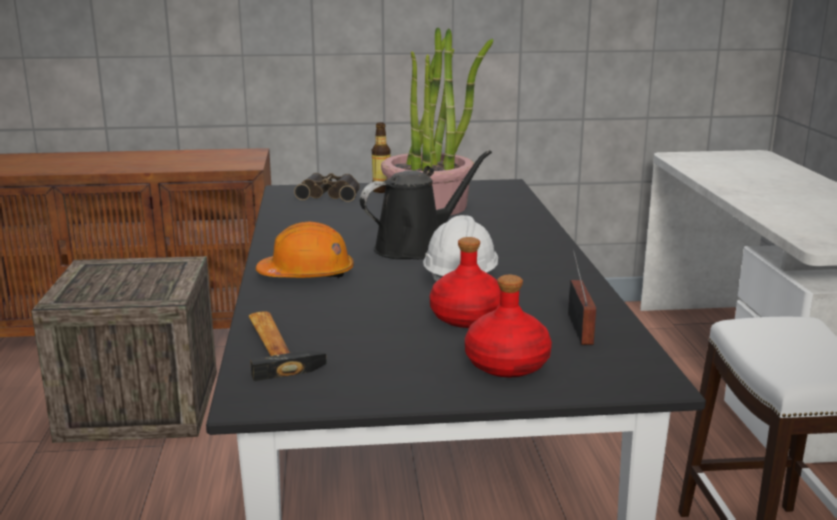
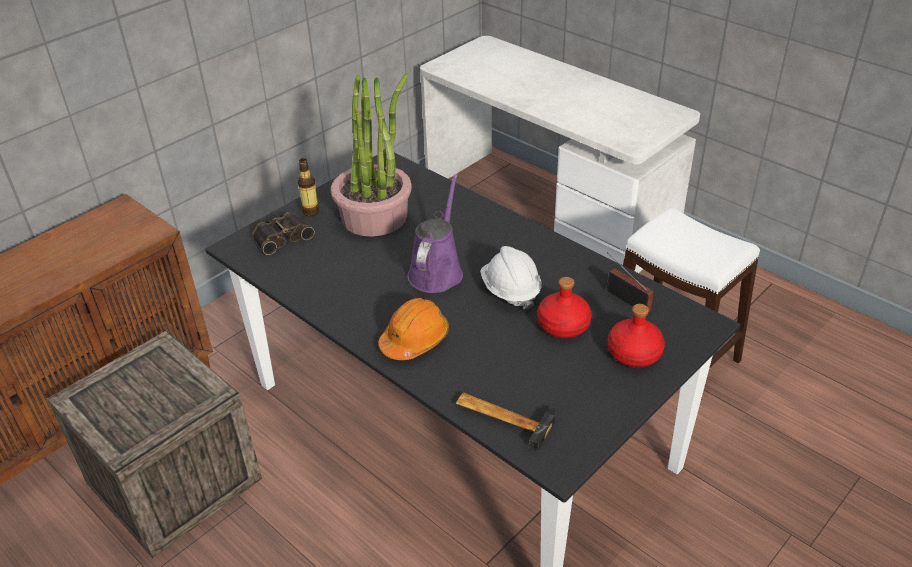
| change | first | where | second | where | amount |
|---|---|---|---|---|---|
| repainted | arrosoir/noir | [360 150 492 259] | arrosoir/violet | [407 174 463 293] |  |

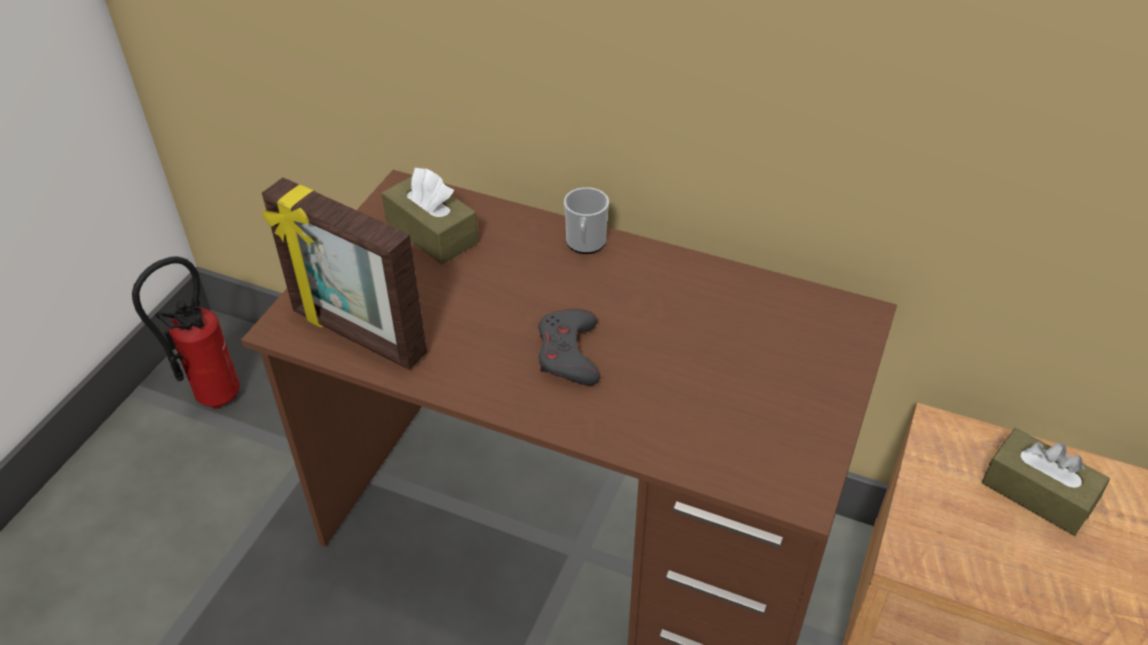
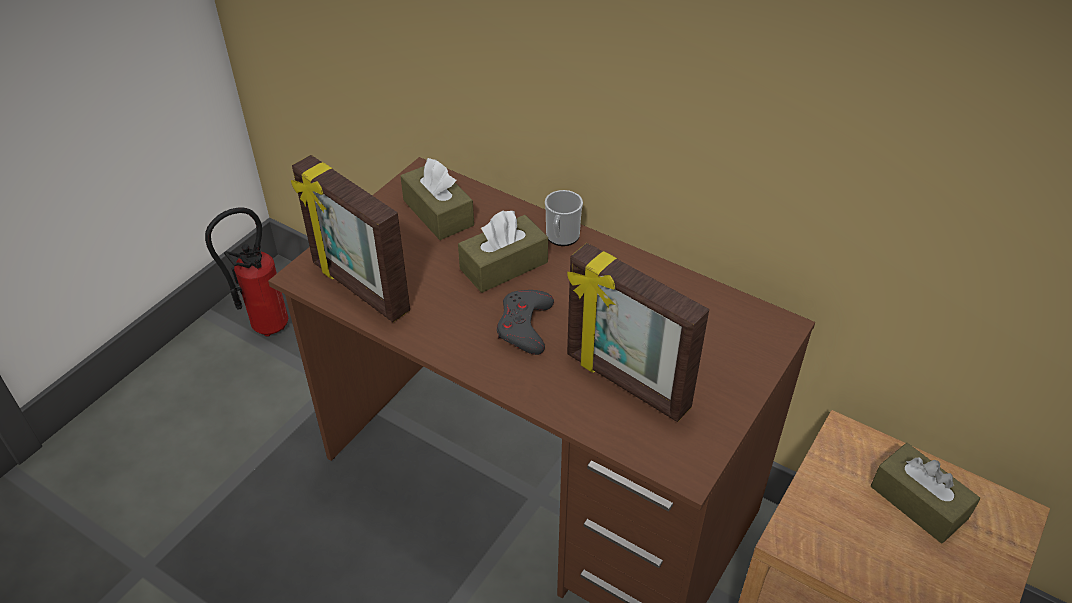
| change | first | where | second | where | amount |
|---|---|---|---|---|---|
| new |  |  | boîte à mouchoirs/marron | [458 210 548 293] |  |
| new |  |  | cadre photo | [567 243 709 422] |  |

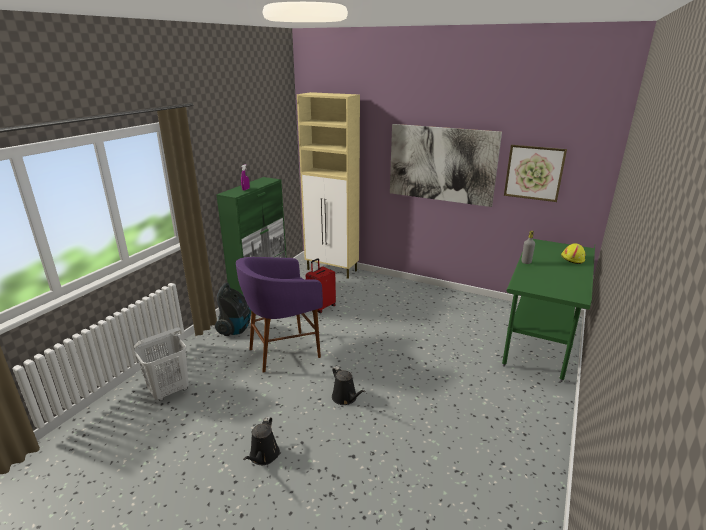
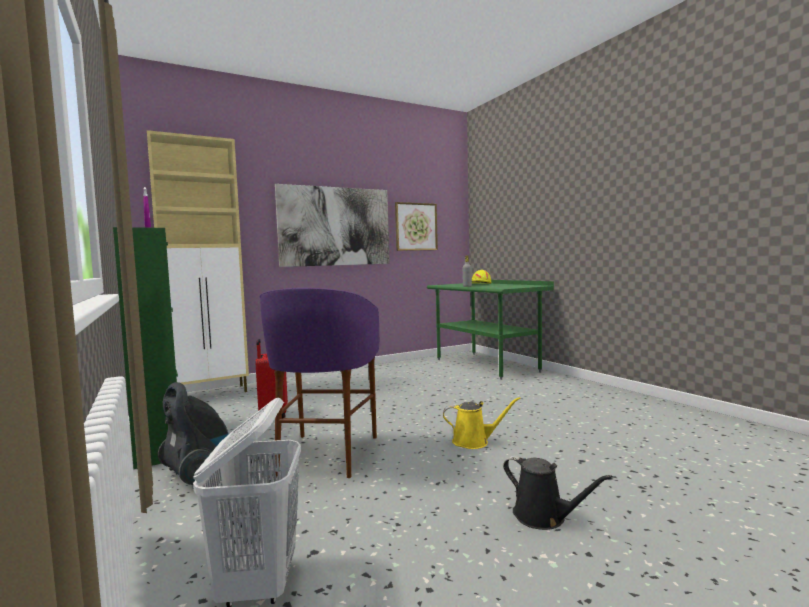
| change | first | where | second | where | amount |
|---|---|---|---|---|---|
| repainted | arrosoir/noir | [332 366 365 405] | arrosoir/jaune | [443 397 521 449] |  |

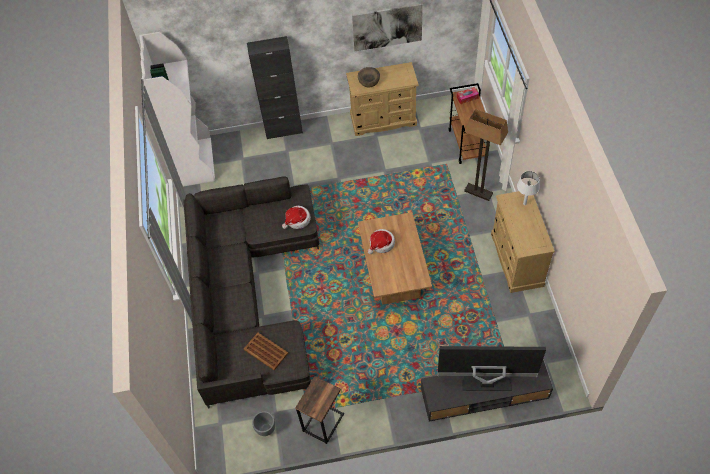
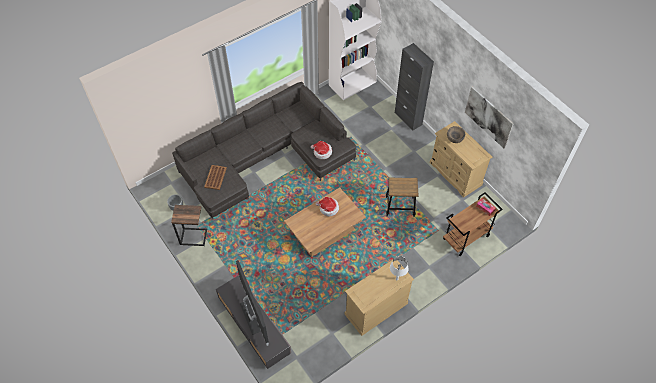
| change | first | where | second | where | amount |
|---|---|---|---|---|---|
| new |  |  | tabouret | [386 177 419 217] |  |
| gone | lampadaire | [464 109 508 201] |  |  |  |

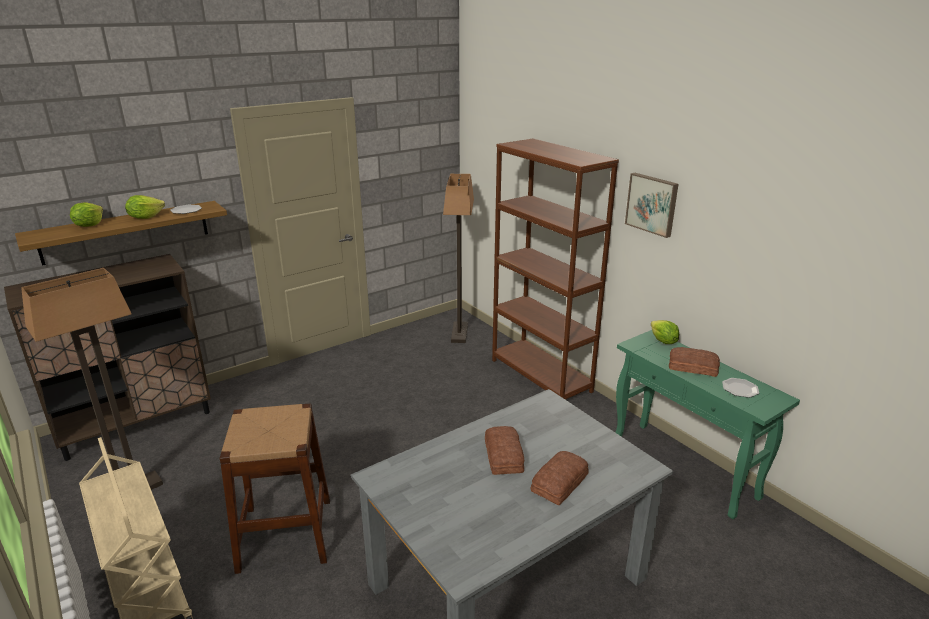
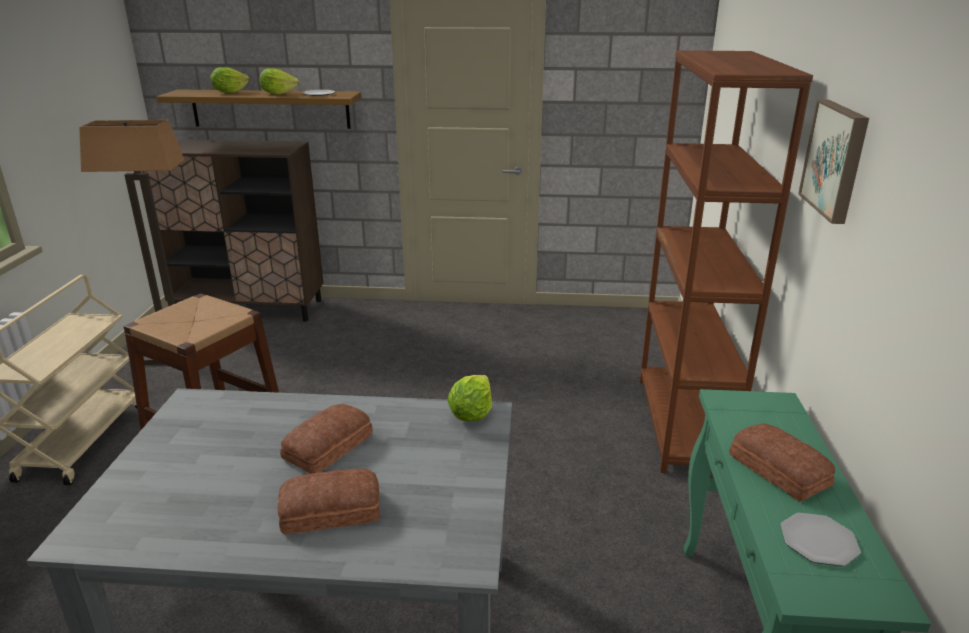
| change | first | where | second | where | amount |
|---|---|---|---|---|---|
| shifted | laitue | [651 320 679 344] |  | [447 375 492 421] |  |
| gone | lampadaire | [443 174 474 343] |  |  |  |

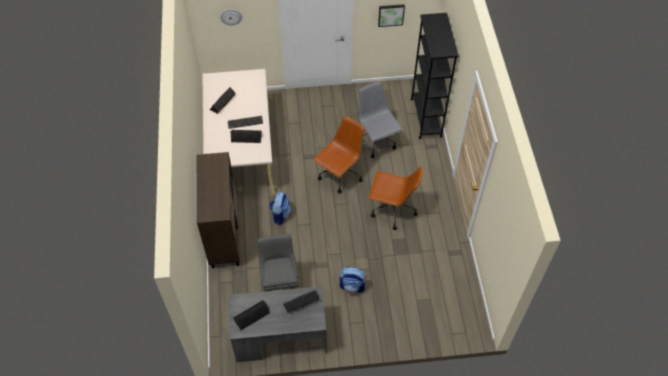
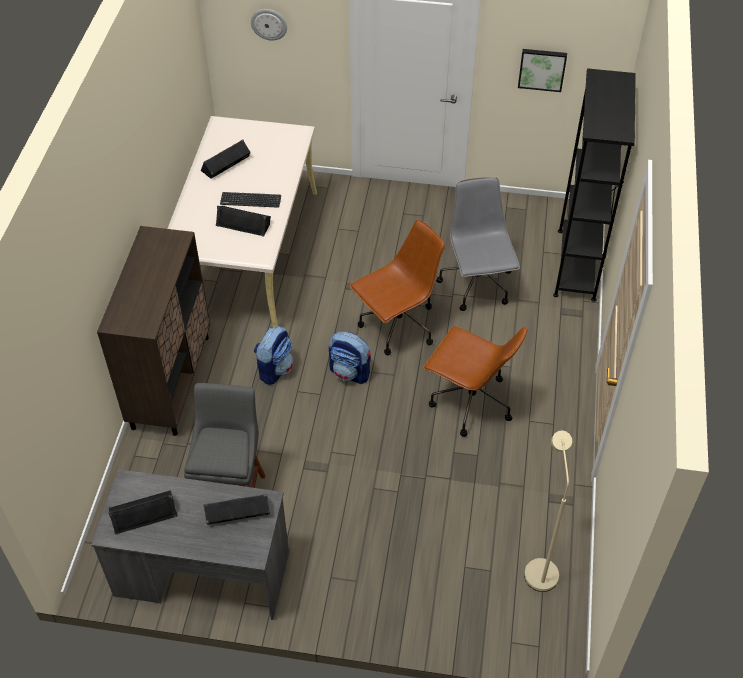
| change | first | where | second | where | amount |
|---|---|---|---|---|---|
| shifted | sac à dos | [340 267 367 294] |  | [329 331 371 384] |  |
| new |  |  | lampadaire/beige | [524 431 572 592] |  |

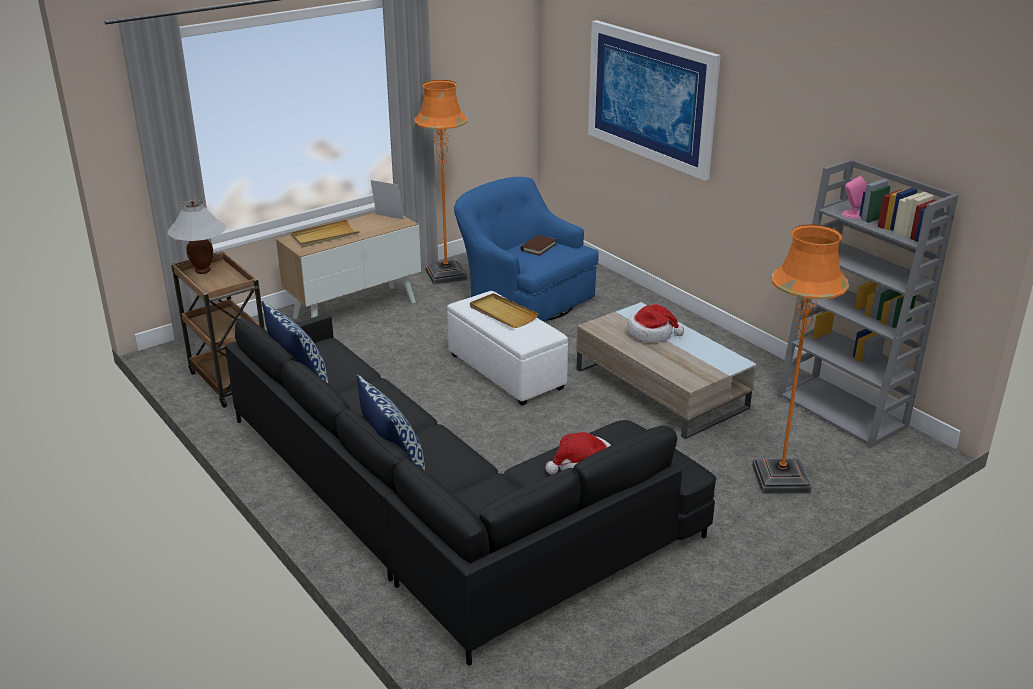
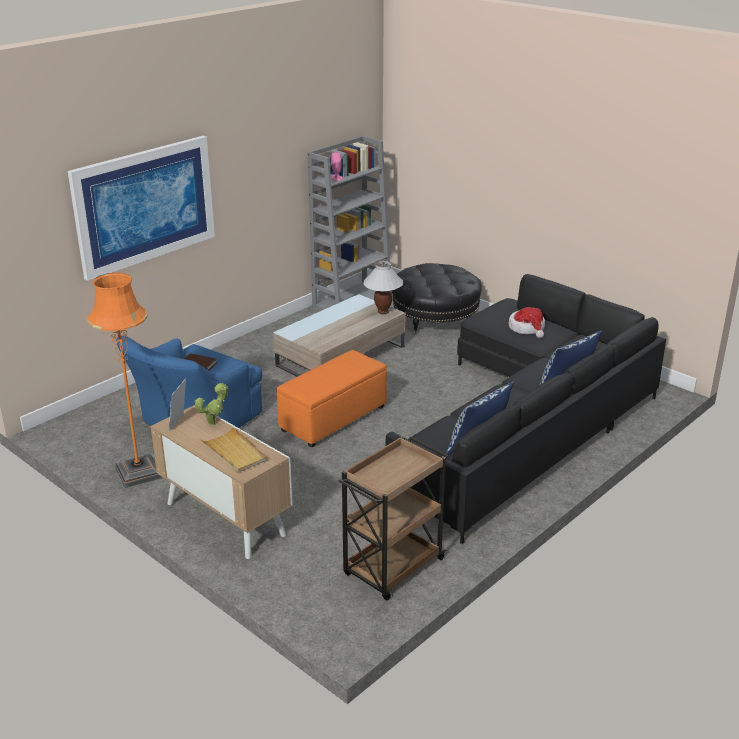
| change | first | where | second | where | amount |
|---|---|---|---|---|---|
| new |  |  | plante en pot | [195 383 228 426] |  |
| repainted | pouf/blanc | [447 291 568 406] | pouf/orange | [277 350 387 448] |  |
| shifted | lampe de table/blanc | [167 200 226 274] |  | [364 261 403 314] |  |
| swapped | lampadaire/orange | [752 224 849 494] | pouf/noir | [392 263 482 334] |  |
| gone | plateau/beige | [470 293 539 328] |  |  |  |
| gone | chapeau | [627 304 684 343] |  |  |  |

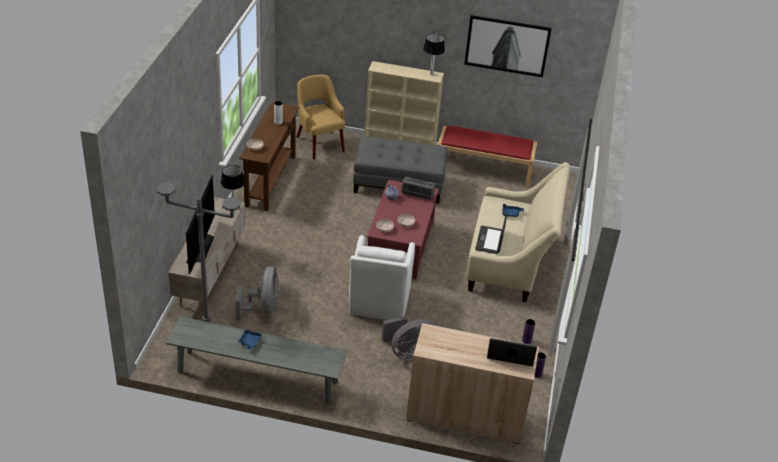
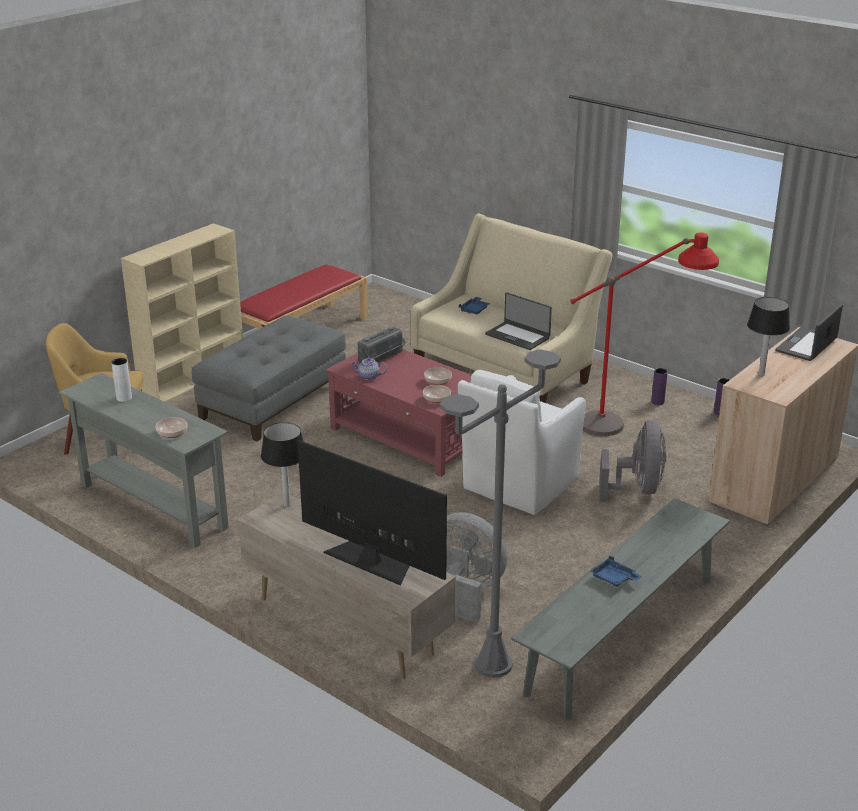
| change | first | where | second | where | amount |
|---|---|---|---|---|---|
| repainted | table console/marron | [239 102 299 211] | table console/gris | [59 373 229 548] |  |
| rotated | fauteuil/blanc | [349 235 415 320] |  | [458 370 586 515] | 90 degrees clockwise |
| new |  |  | lampadaire/rouge | [570 232 719 436] |  |
| shifted | lampe de table | [423 34 445 75] |  | [747 297 790 376] |  |
| gone | tableau | [464 15 552 77] |  |  |  |

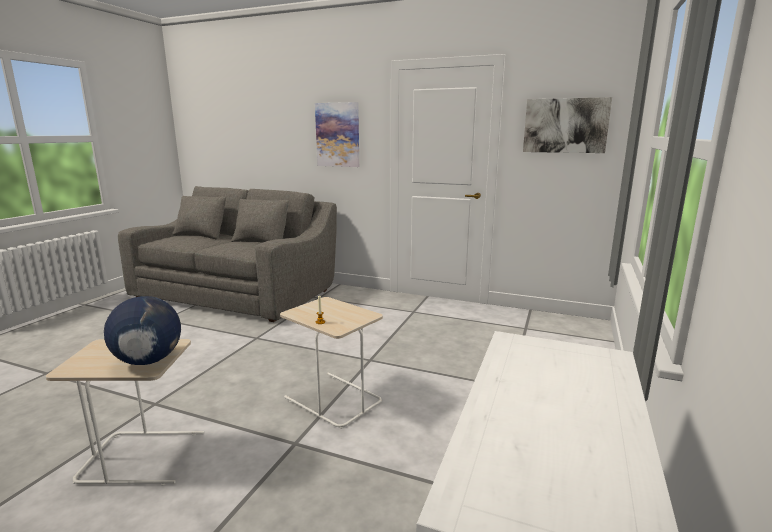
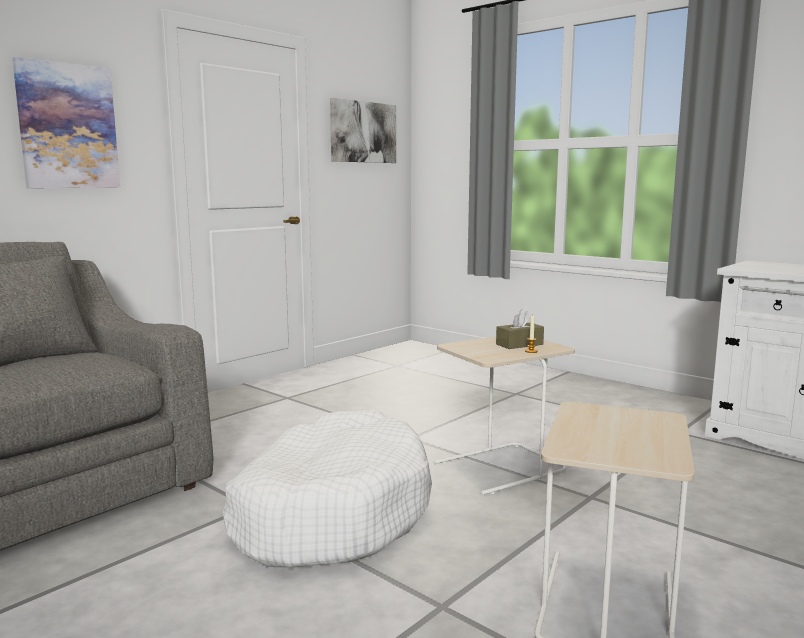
| change | first | where | second | where | amount |
|---|---|---|---|---|---|
| new |  |  | panier pour chien/blanc | [223 409 432 568] |  |
| new |  |  | boîte à mouchoirs/marron | [496 309 544 349] |  |
| gone | globe | [104 296 181 365] |  |  |  |

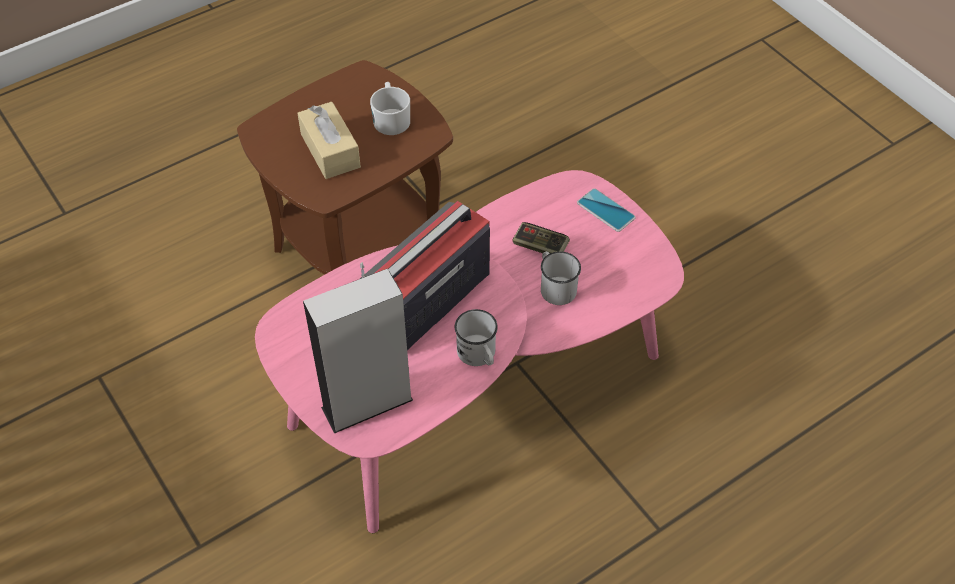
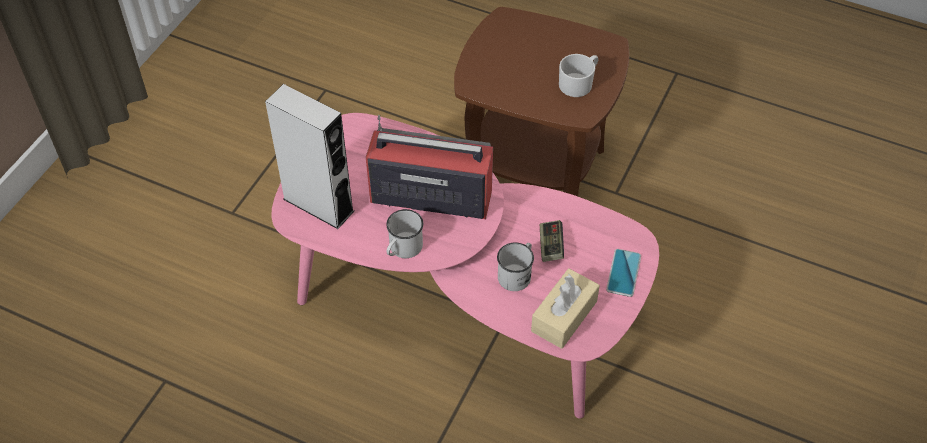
| change | first | where | second | where | amount |
|---|---|---|---|---|---|
| shifted | boîte à mouchoirs/beige | [297 102 361 179] |  | [531 269 600 349] |  |

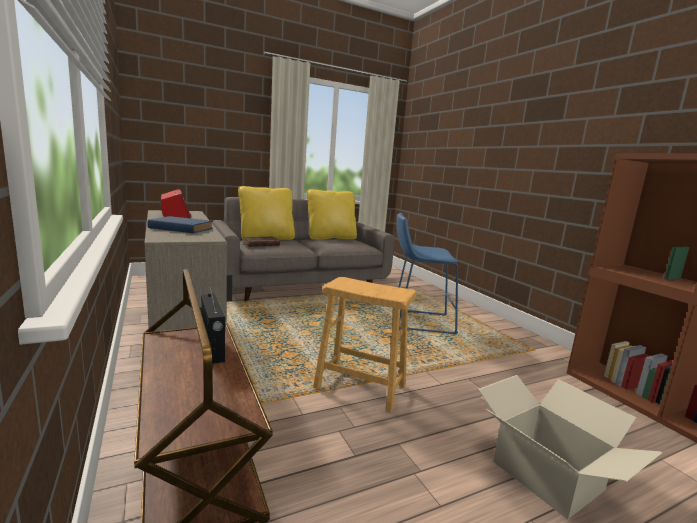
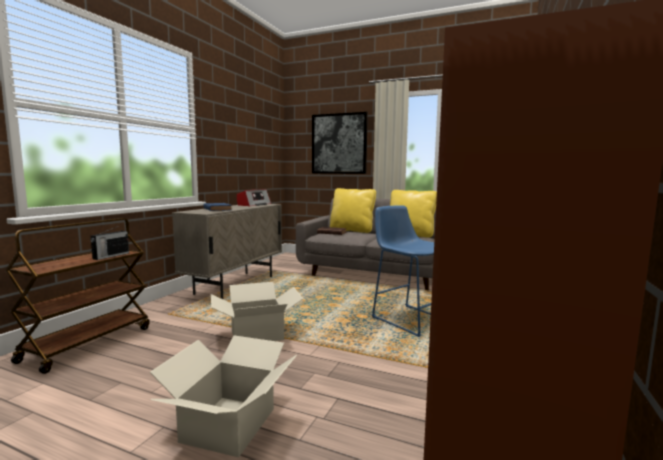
| change | first | where | second | where | amount |
|---|---|---|---|---|---|
| swapped | tabouret/marron | [313 277 417 412] | carton | [211 282 303 341] |  |
| new |  |  | tableau | [312 112 368 174] |  |

